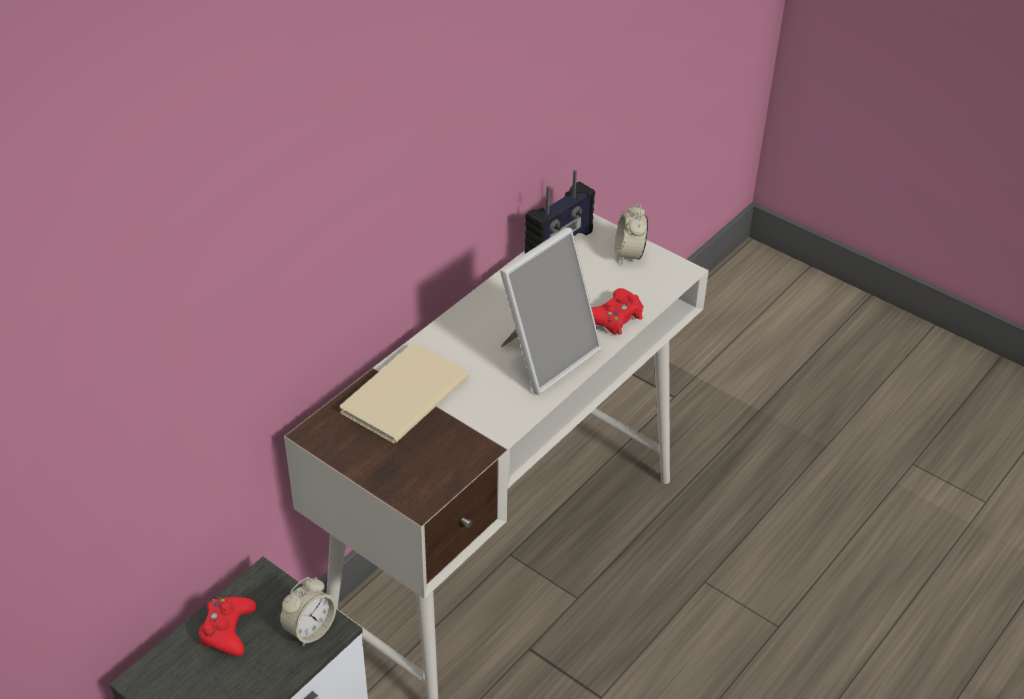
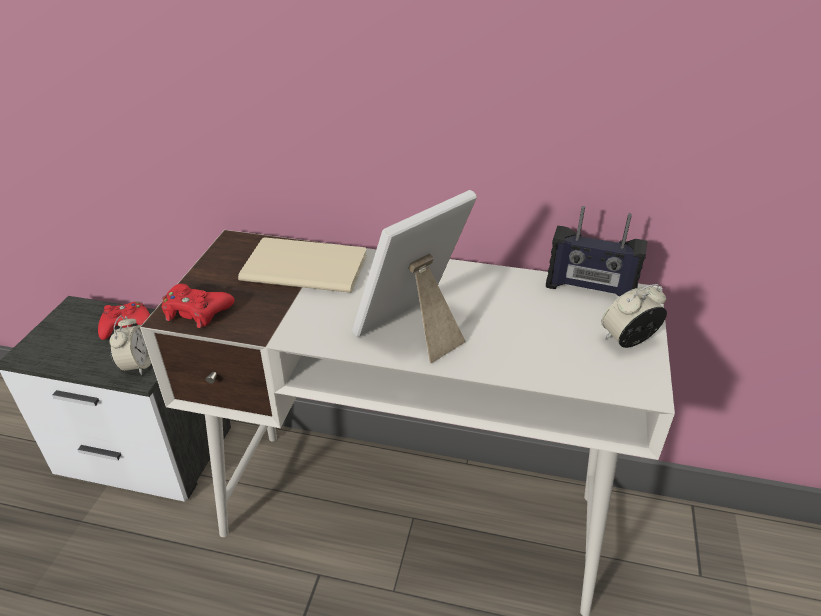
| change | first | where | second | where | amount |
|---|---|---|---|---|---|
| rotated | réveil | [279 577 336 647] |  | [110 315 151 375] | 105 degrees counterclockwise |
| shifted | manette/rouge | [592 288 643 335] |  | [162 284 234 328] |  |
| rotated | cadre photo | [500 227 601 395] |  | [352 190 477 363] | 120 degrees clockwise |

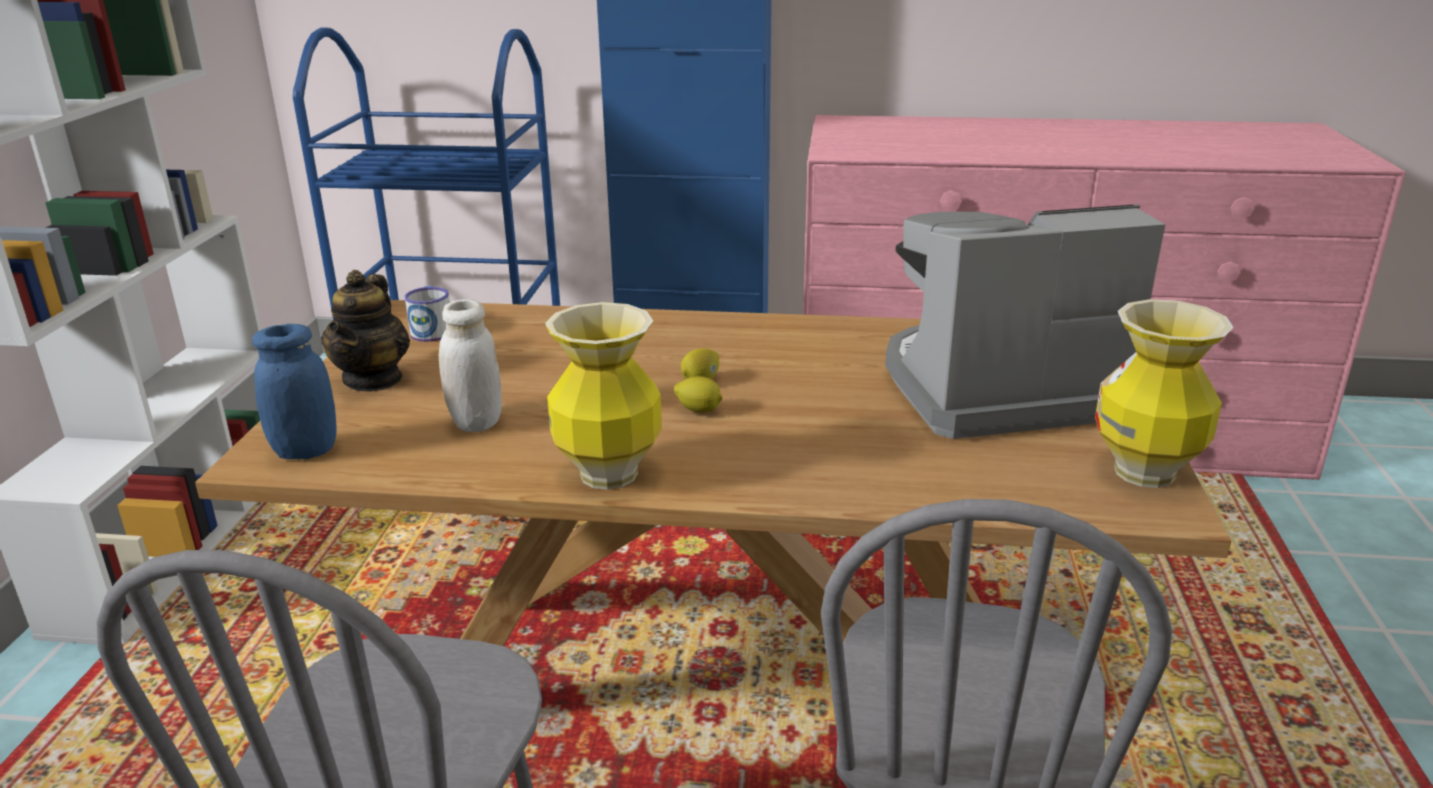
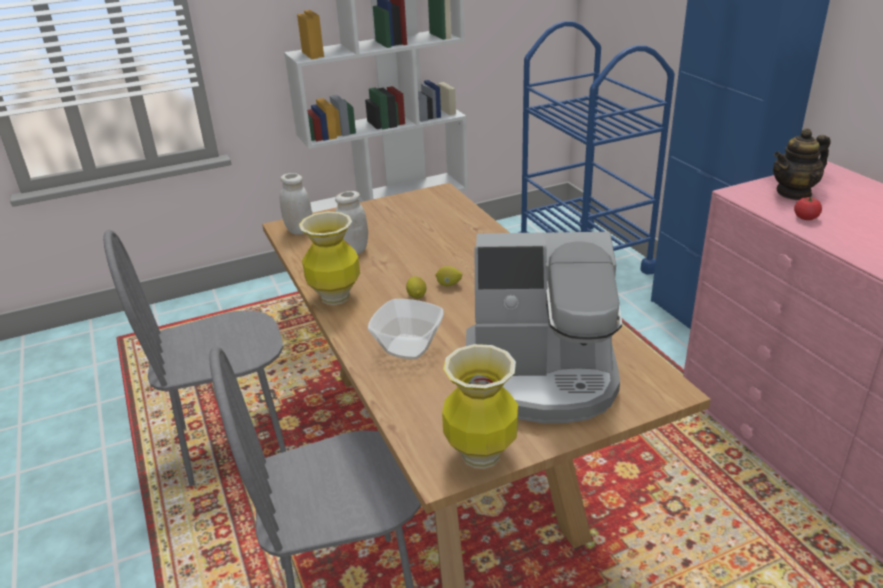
| change | first | where | second | where | amount |
|---|---|---|---|---|---|
| repainted | bocal/bleu | [252 324 337 459] | bocal/blanc | [280 173 312 235] |  |
| new |  |  | bol | [368 299 444 359] |  |
| rotated | machine à café | [885 204 1166 439] |  | [466 232 622 423] | 135 degrees clockwise |
| shifted | théière | [321 270 410 391] |  | [773 128 831 200] |  |
| new |  |  | tomate | [794 197 822 220] |  |
| gone | mug | [404 285 450 342] |  |  |  |

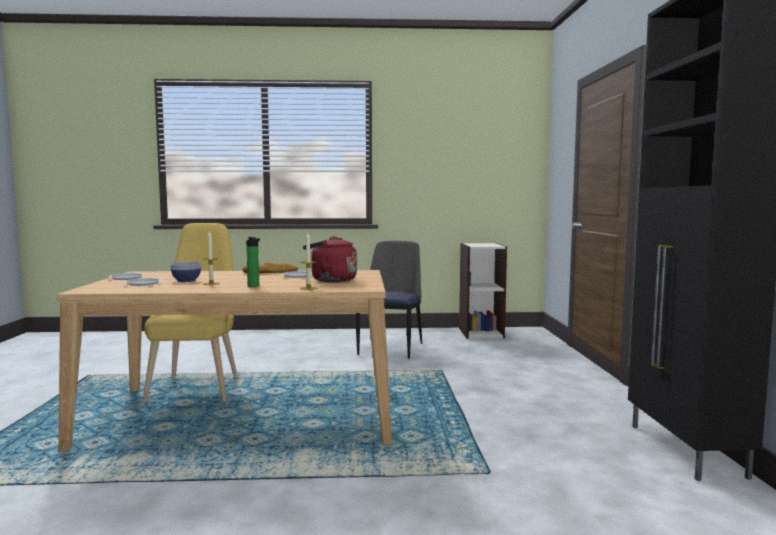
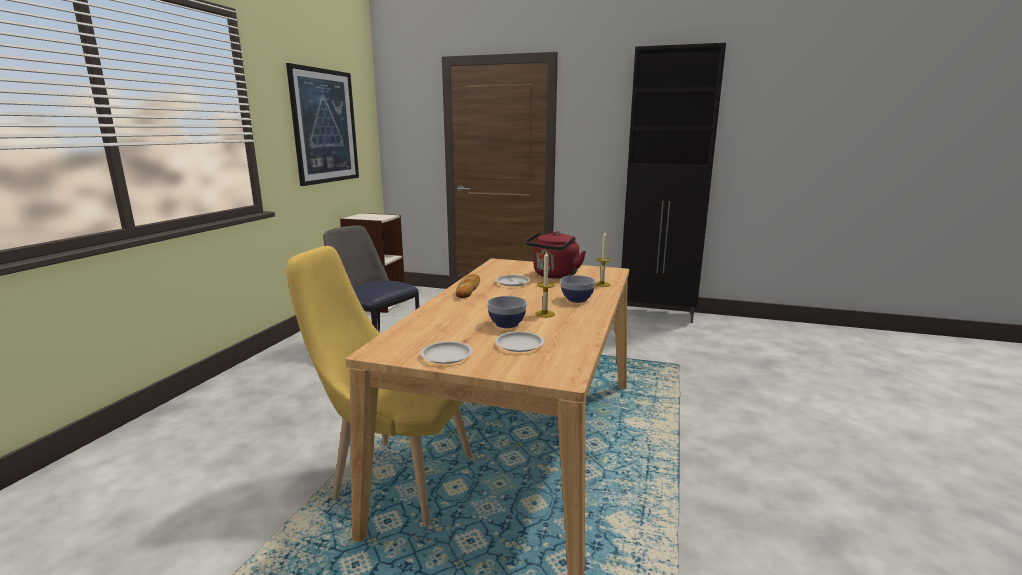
| change | first | where | second | where | amount |
|---|---|---|---|---|---|
| new |  |  | tableau | [286 63 359 186] |  |
| swapped | bouteille | [246 237 260 287] | bol | [561 275 595 303] |  |

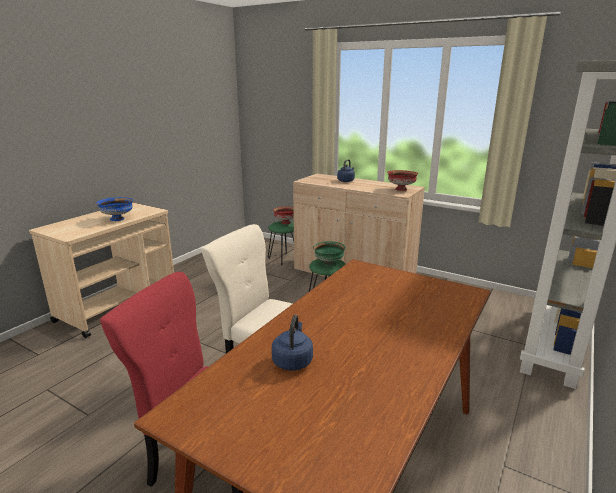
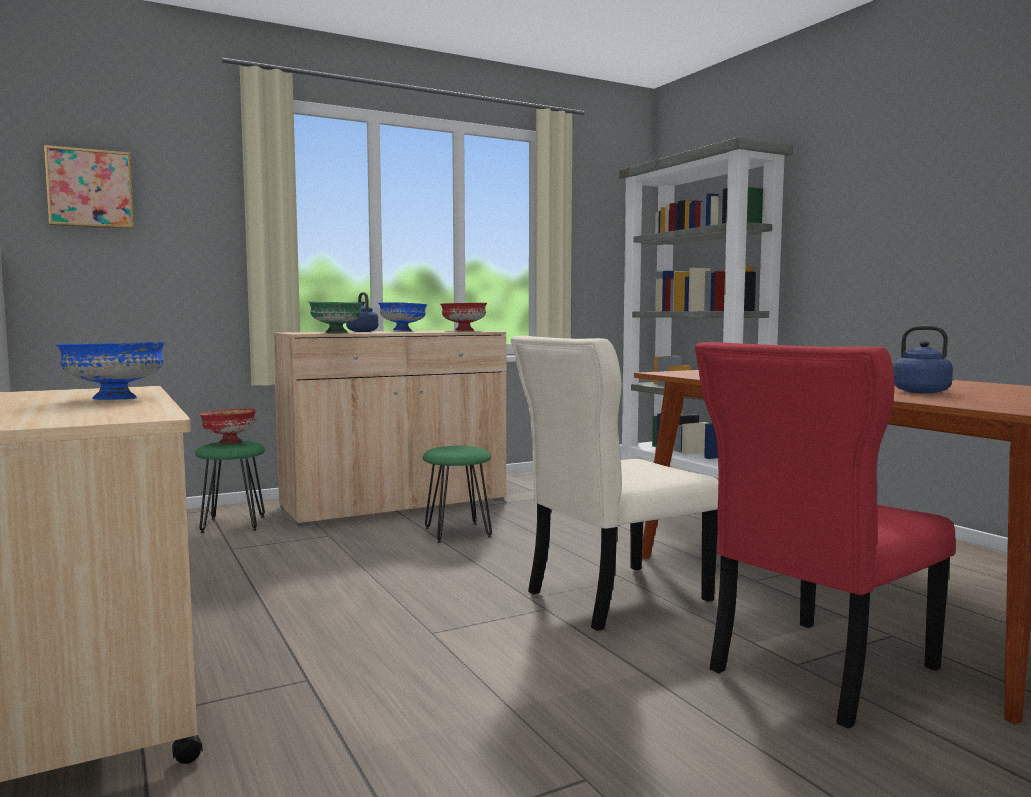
| change | first | where | second | where | amount |
|---|---|---|---|---|---|
| new |  |  | tableau | [44 145 134 229] |  |
| shifted | bol/vert | [313 241 346 266] |  | [309 302 362 333] |  |
| new |  |  | bol/bleu | [378 302 427 331] |  |

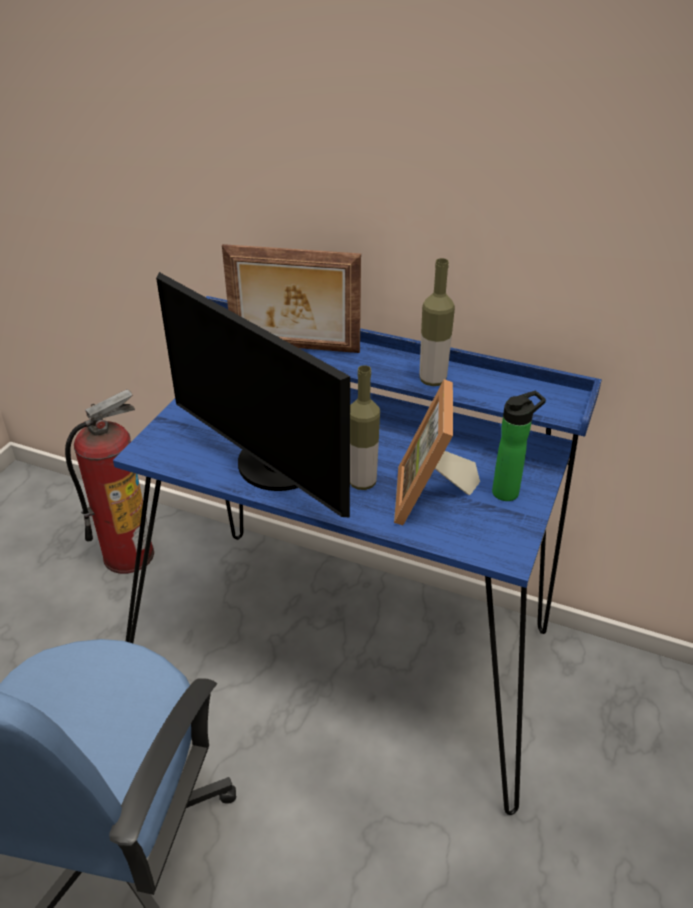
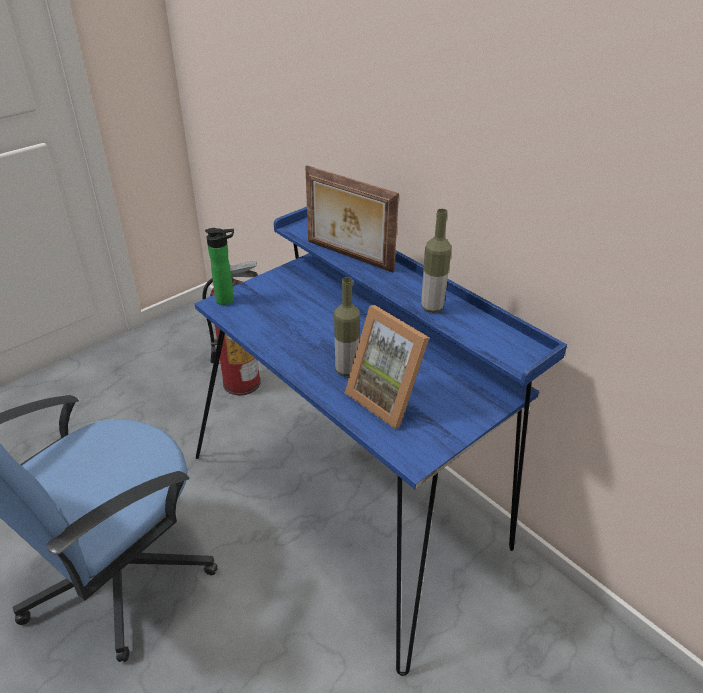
| change | first | where | second | where | amount |
|---|---|---|---|---|---|
| shifted | bouteille | [492 391 546 501] |  | [205 228 234 305] |  |
| rotated | cadre photo | [394 379 480 525] |  | [345 305 429 429] | 75 degrees counterclockwise |
| gone | écran d'ordinateur | [156 272 350 518] |  |  |  |

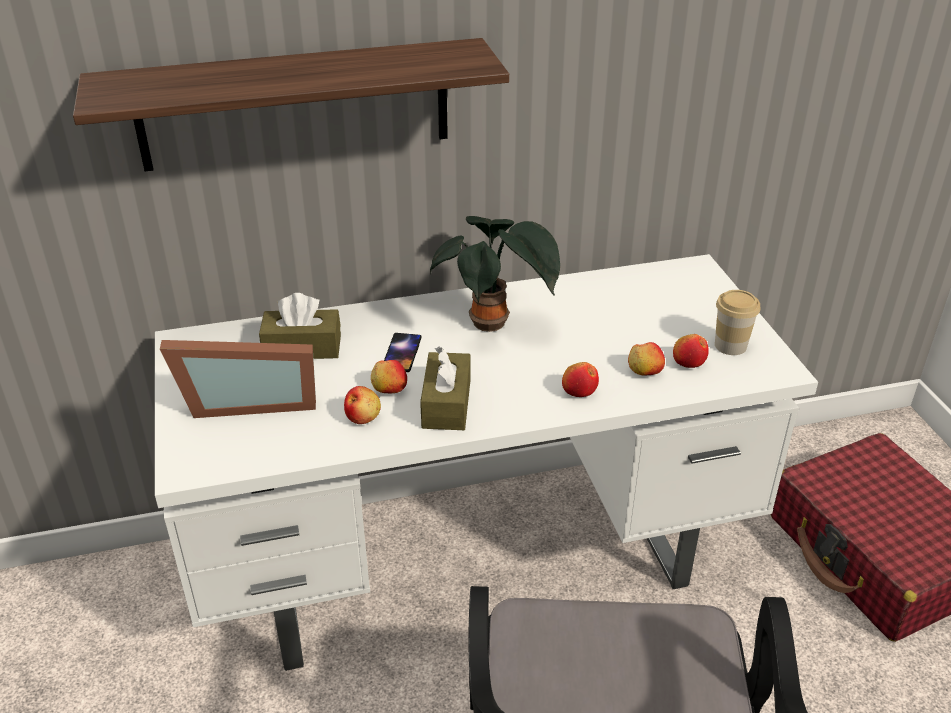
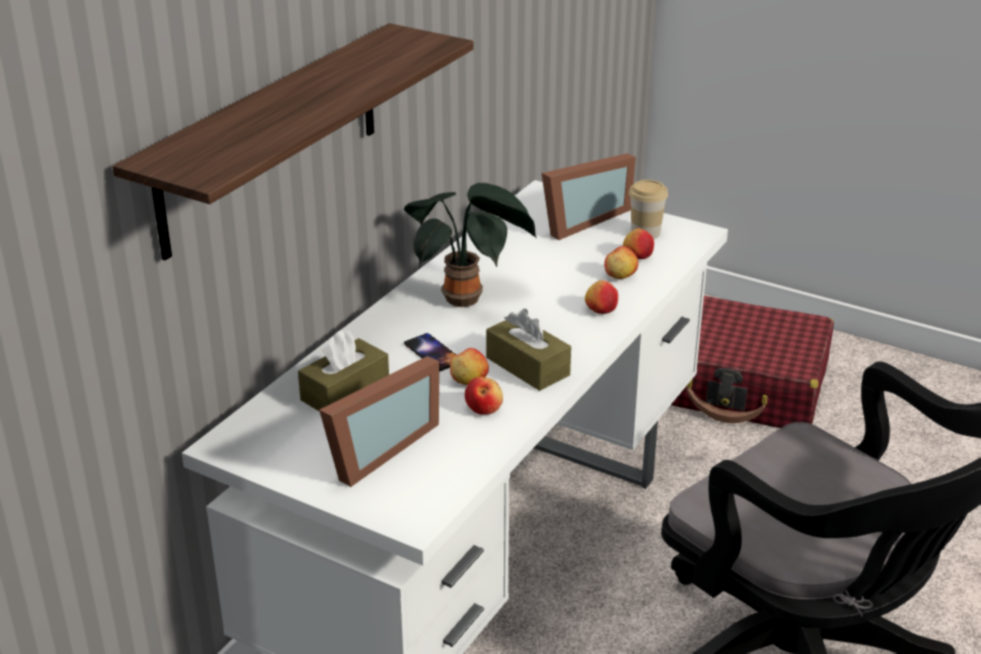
| change | first | where | second | where | amount |
|---|---|---|---|---|---|
| new |  |  | cadre photo | [542 153 636 240] |  |

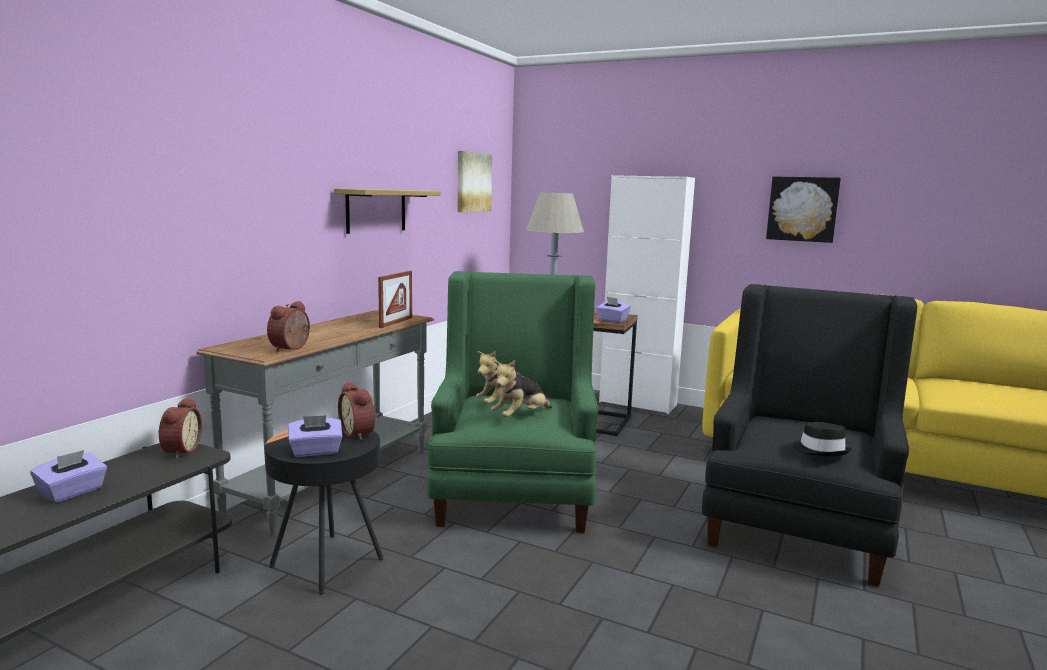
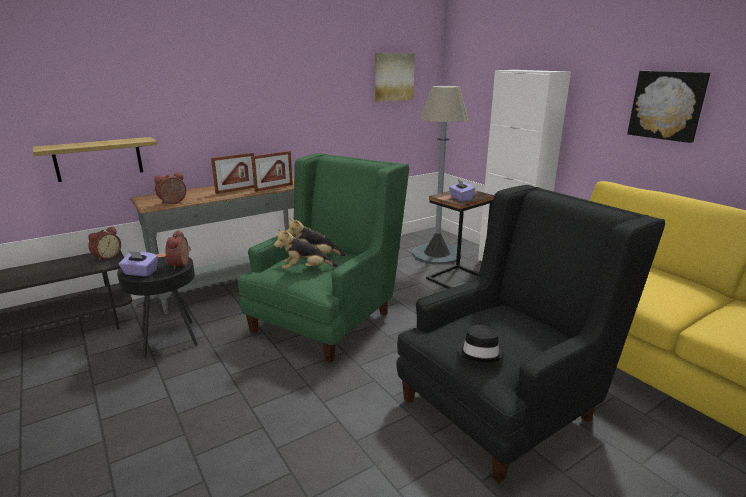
| change | first | where | second | where | amount |
|---|---|---|---|---|---|
| shifted | étagère | [334 188 441 234] |  | [33 137 157 182] |  |
| new |  |  | cadre photo | [211 153 254 194] |  |
| gone | boîte à mouchoirs/violet | [31 450 107 503] |  |  |  |

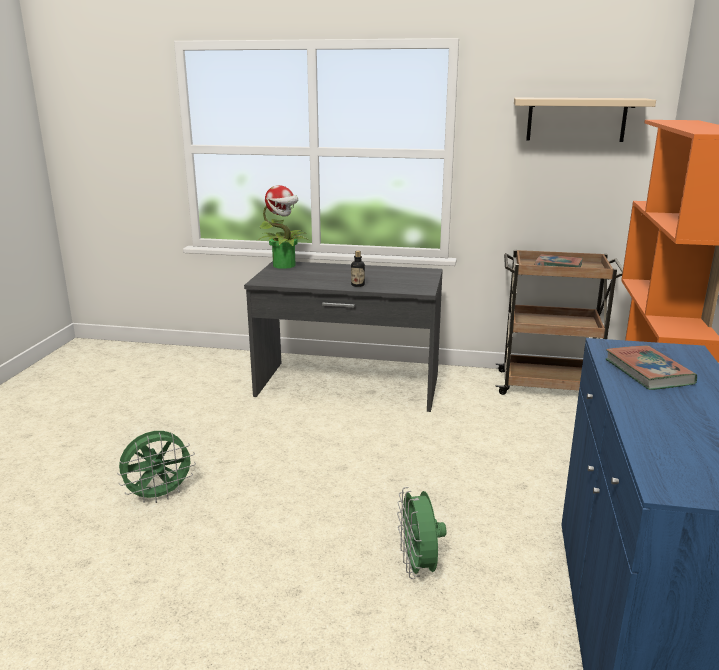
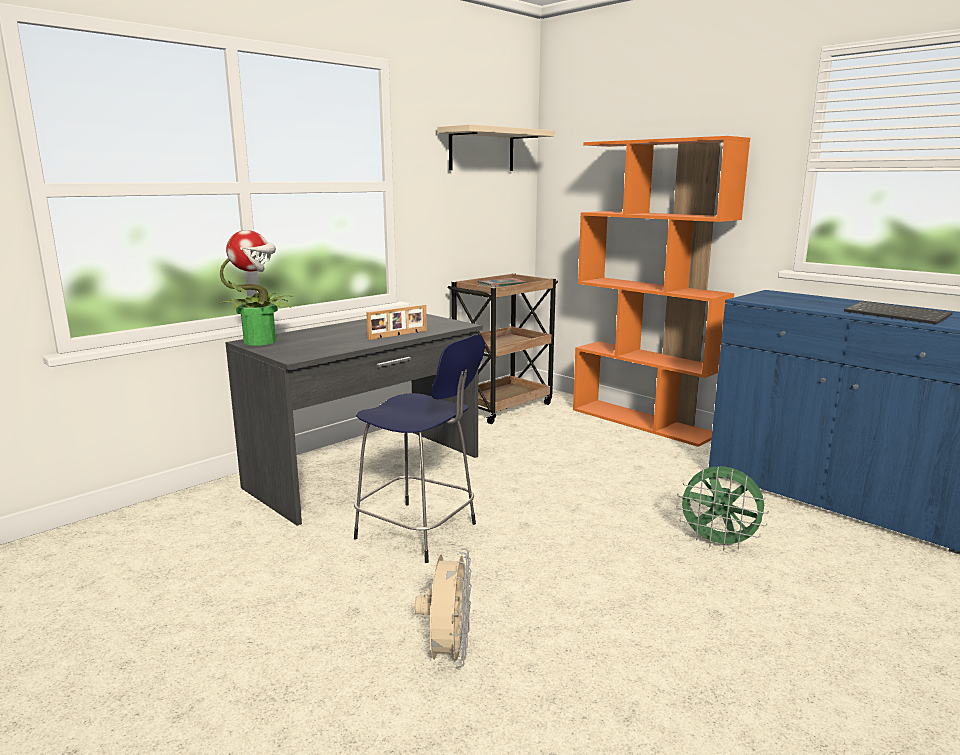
| change | first | where | second | where | amount |
|---|---|---|---|---|---|
| new |  |  | tabouret/bleu | [354 335 485 563] |  |
| swapped | bouteille | [351 251 365 287] | cadre photo | [366 305 427 340] |  |
| repainted | ventilateur/vert | [117 431 196 503] | ventilateur/beige | [414 548 471 668] |  |
| new |  |  | clavier | [844 301 953 324] |  |
| gone | livre | [606 346 697 390] |  |  |  |

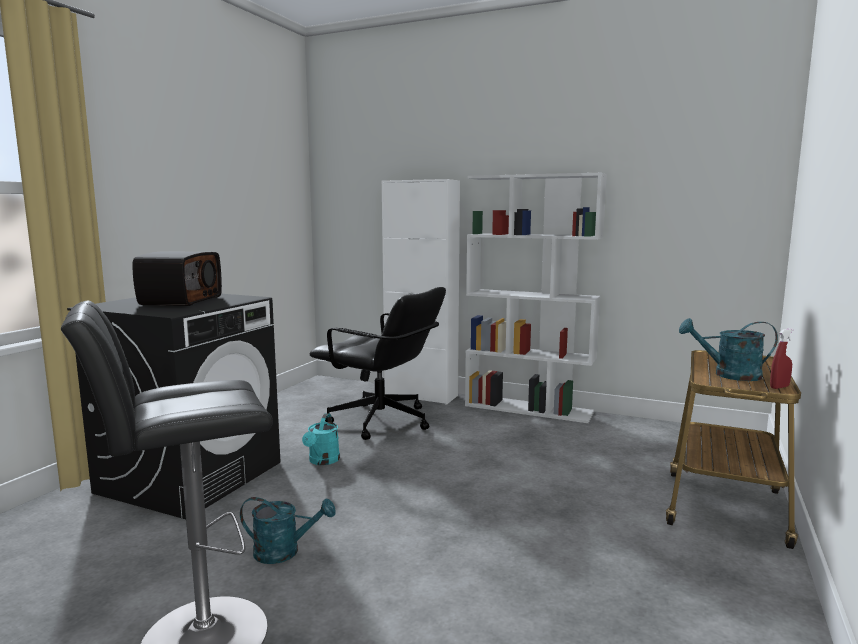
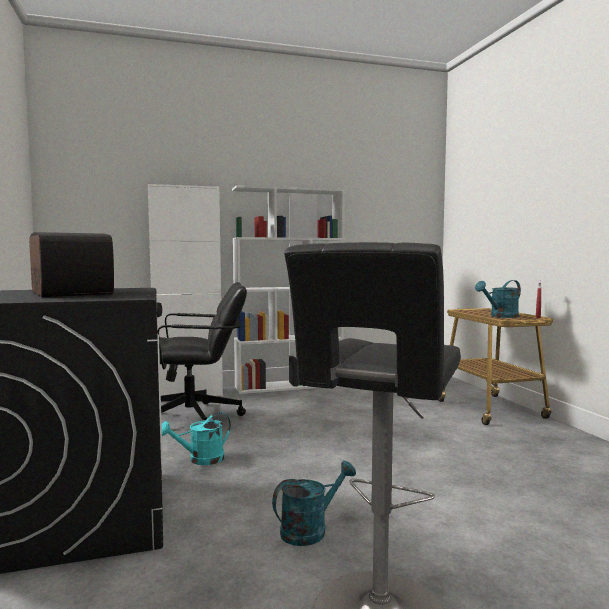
| change | first | where | second | where | amount |
|---|---|---|---|---|---|
| rotated | arrosoir/turquoise | [302 413 340 465] |  | [162 412 231 465] | 90 degrees clockwise |

